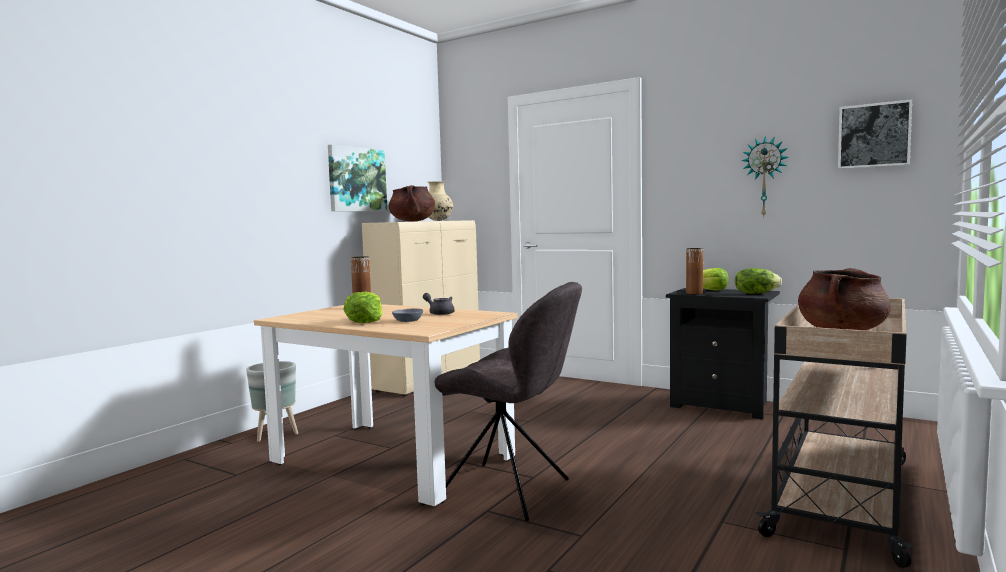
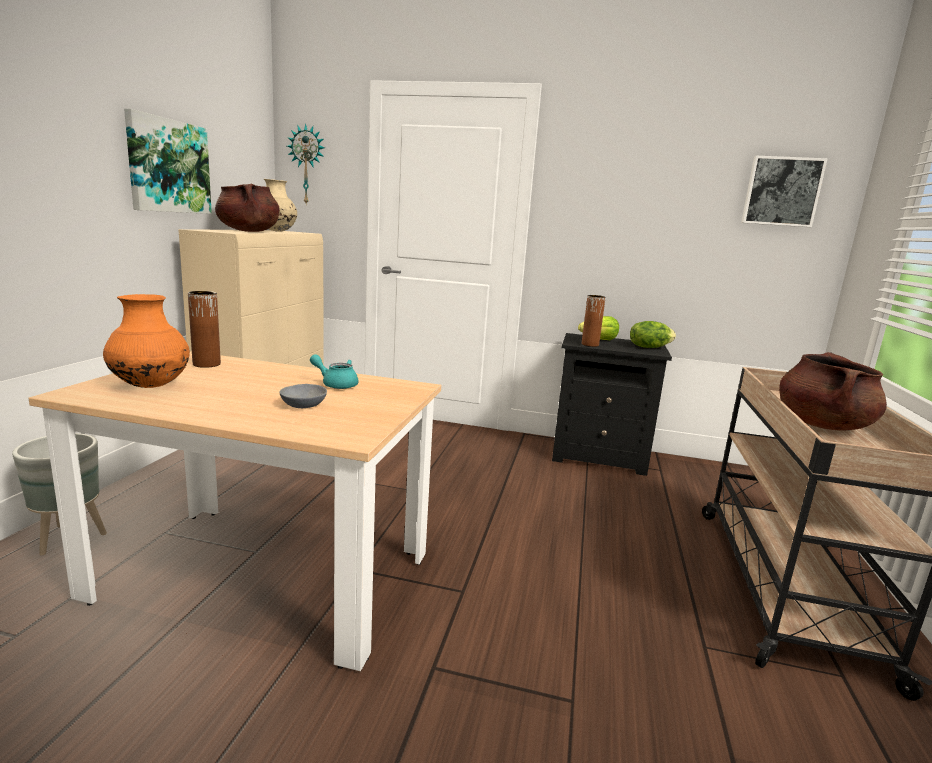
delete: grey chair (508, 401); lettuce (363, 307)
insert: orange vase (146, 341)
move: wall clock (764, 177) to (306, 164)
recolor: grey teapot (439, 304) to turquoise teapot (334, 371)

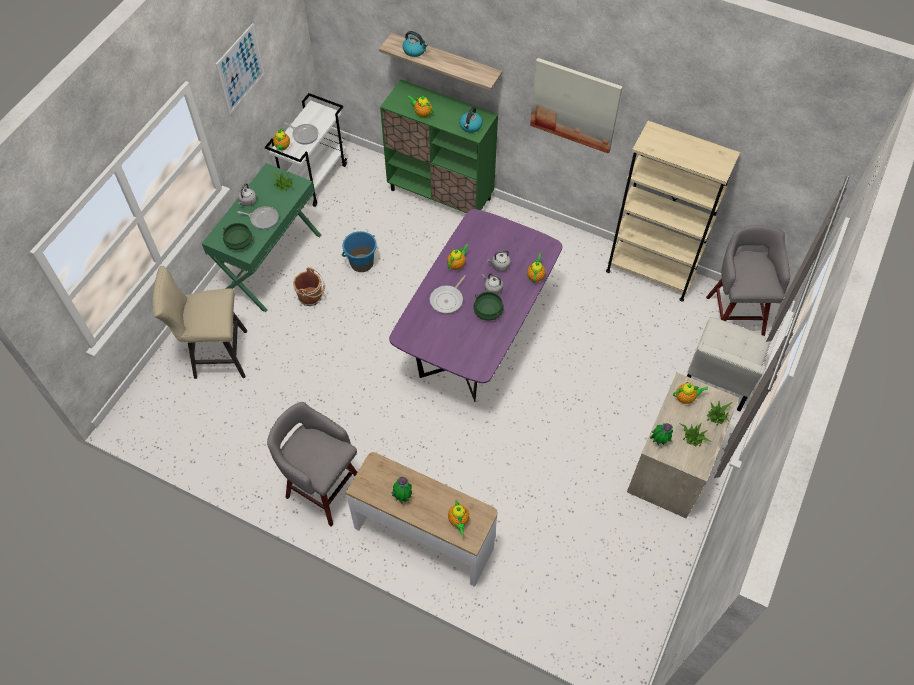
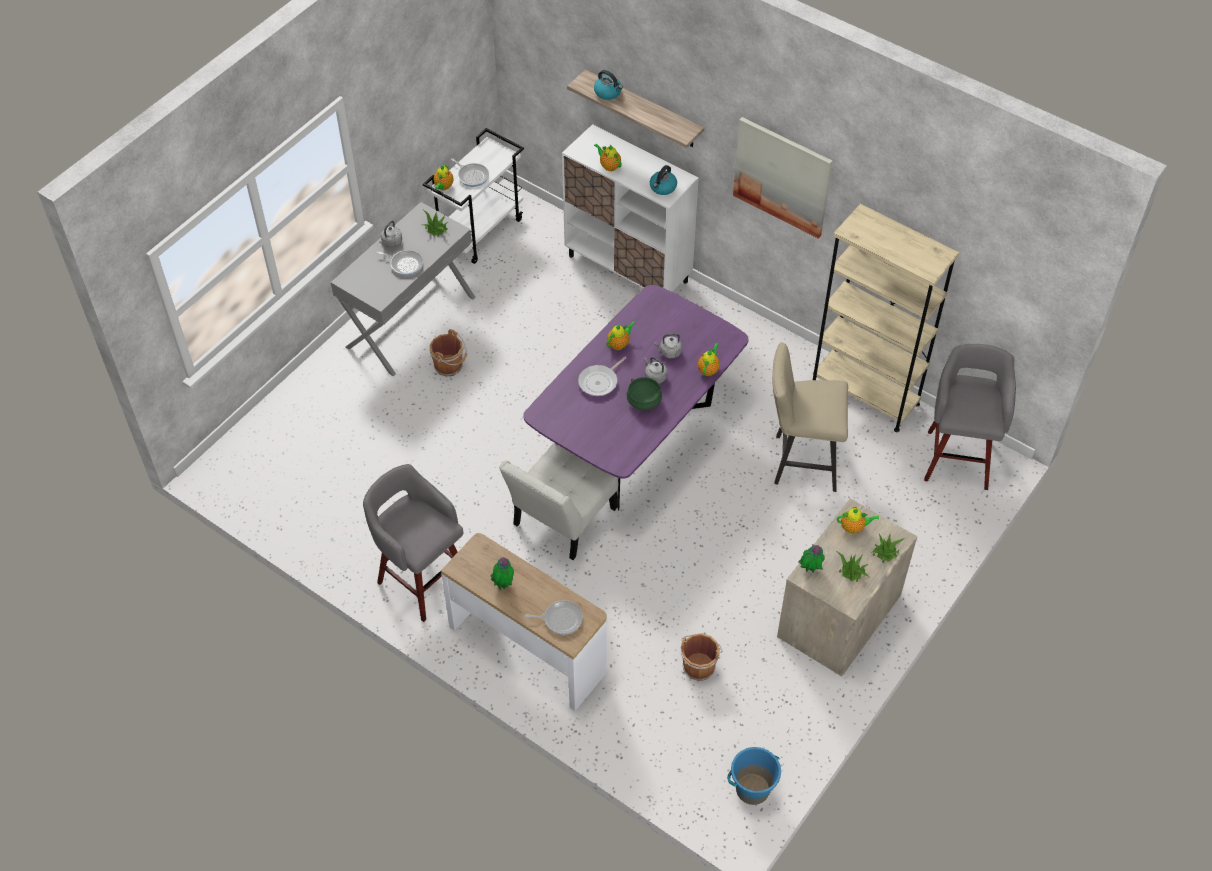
delete: picture (240, 68); green cooking pot (238, 236)
insert: brown bucket (701, 657)
move: blue bucket (359, 251) to (754, 776); beige stool (200, 322) to (810, 417); white chair (729, 364) to (558, 501)
replace: teapot (458, 517) to frying pan (553, 617)
recolor: green cabinet (439, 146) to white cabinet (630, 208); green console table (261, 237) to grey console table (403, 289)

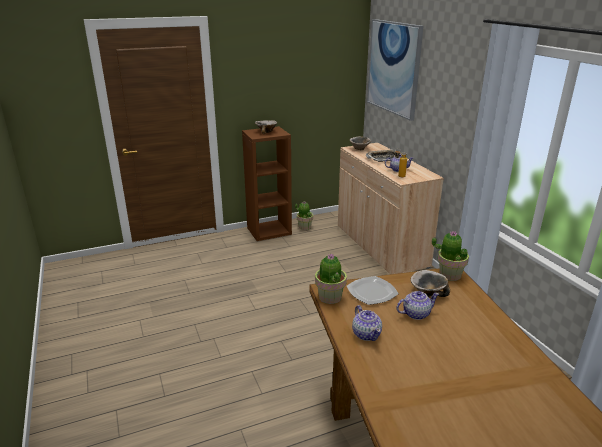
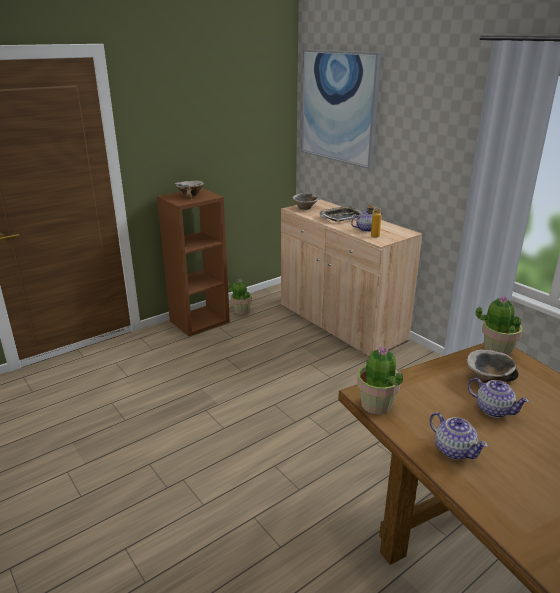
delete: plate (373, 290)
rotate: teapot (417, 305) = (499, 398) 75 degrees clockwise

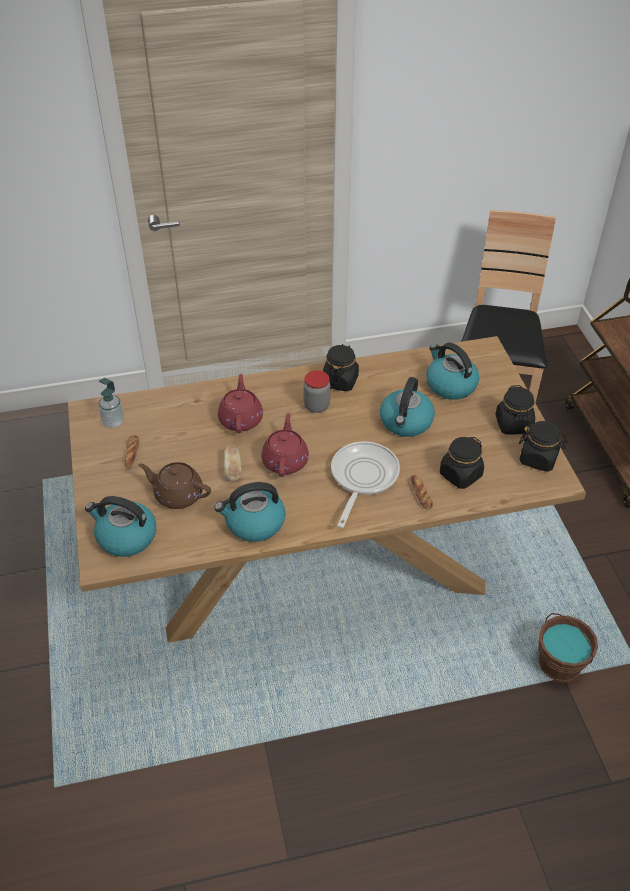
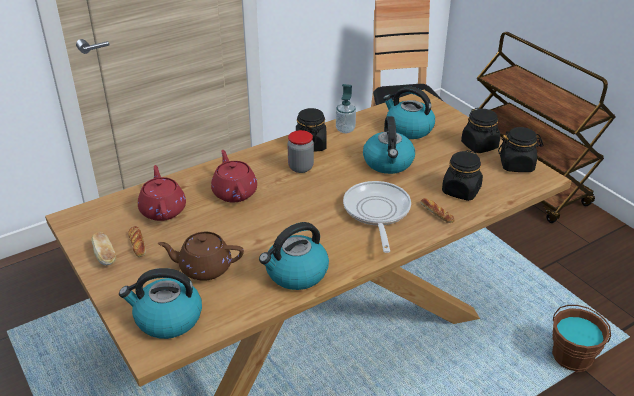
move: soap dispenser (111, 403) to (346, 108); red teapot (285, 445) to (162, 193); bread (233, 463) to (103, 248)

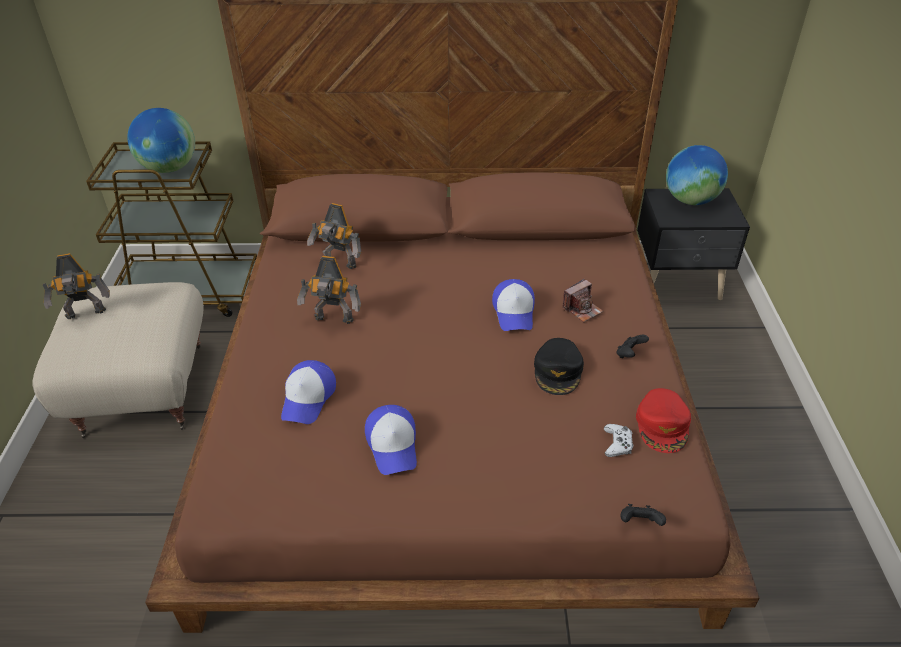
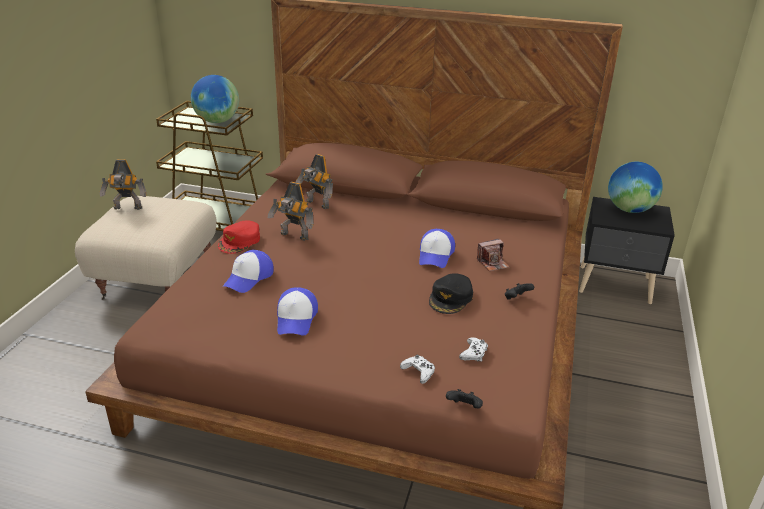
insert: white game controller (417, 369)
move: red cap (663, 420) to (239, 237)

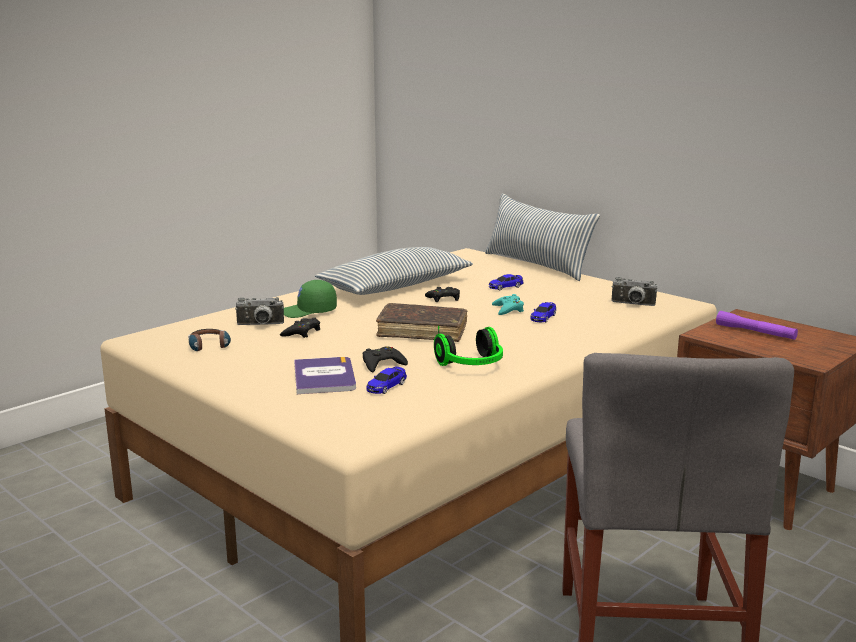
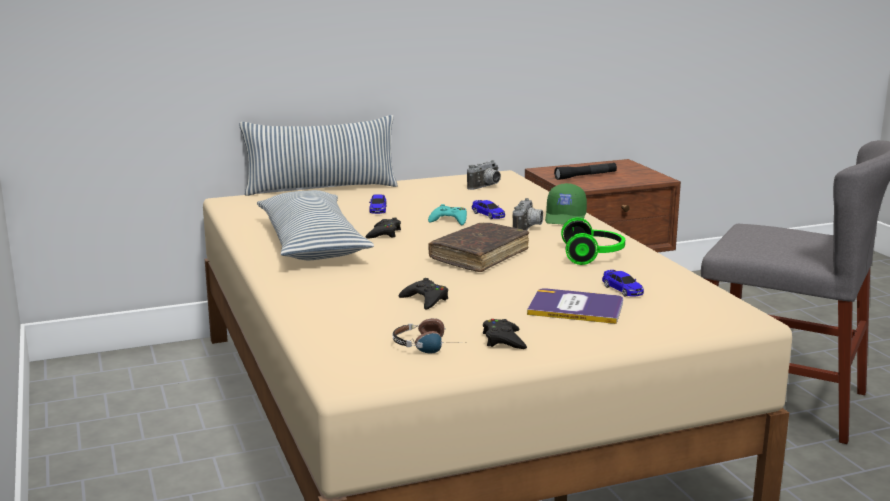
move: green cap (310, 299) to (566, 204); photo camera (259, 311) to (528, 214); black game controller (385, 359) to (505, 334)
recolor: purple flashlight (757, 325) to black flashlight (585, 171)

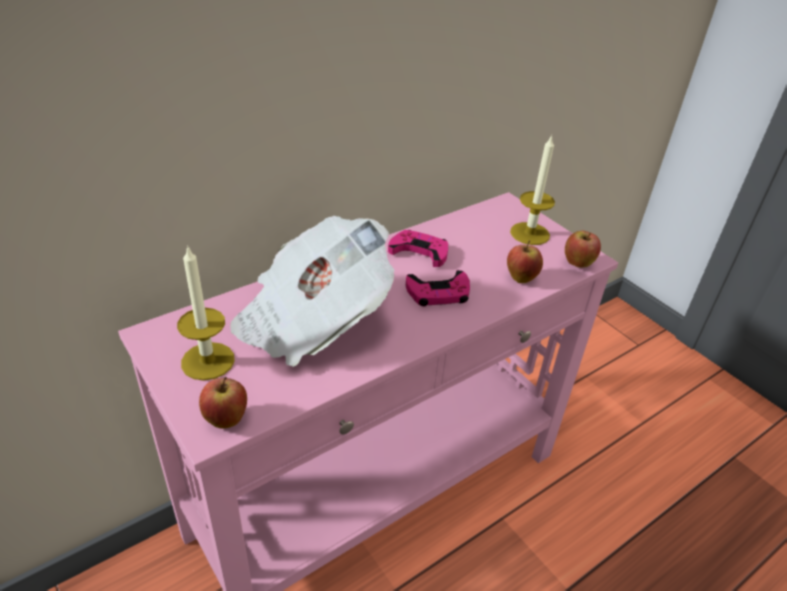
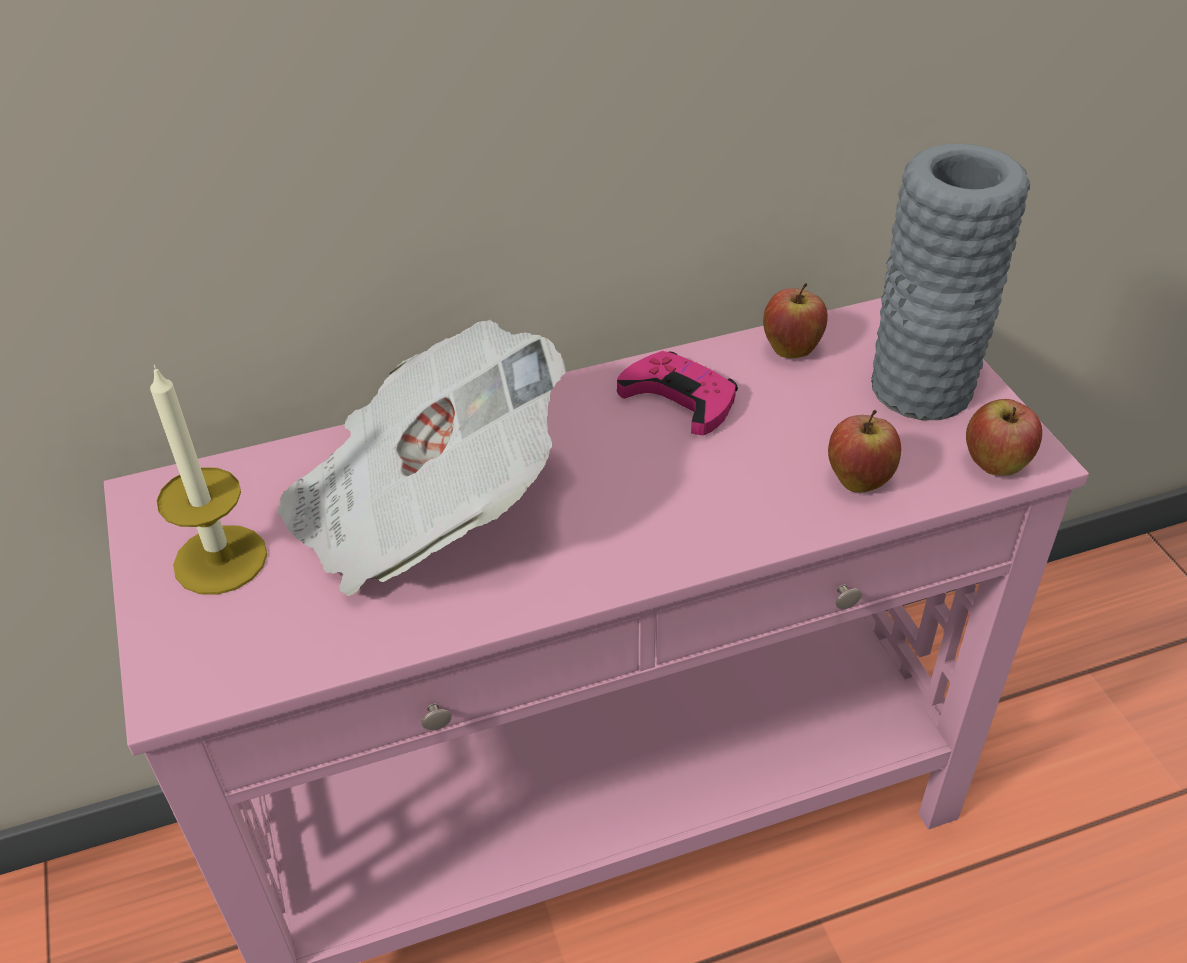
delete: pink game controller (438, 288)
move: apple (223, 403) to (795, 320)
replace: candle (532, 190) to grey vase (950, 282)

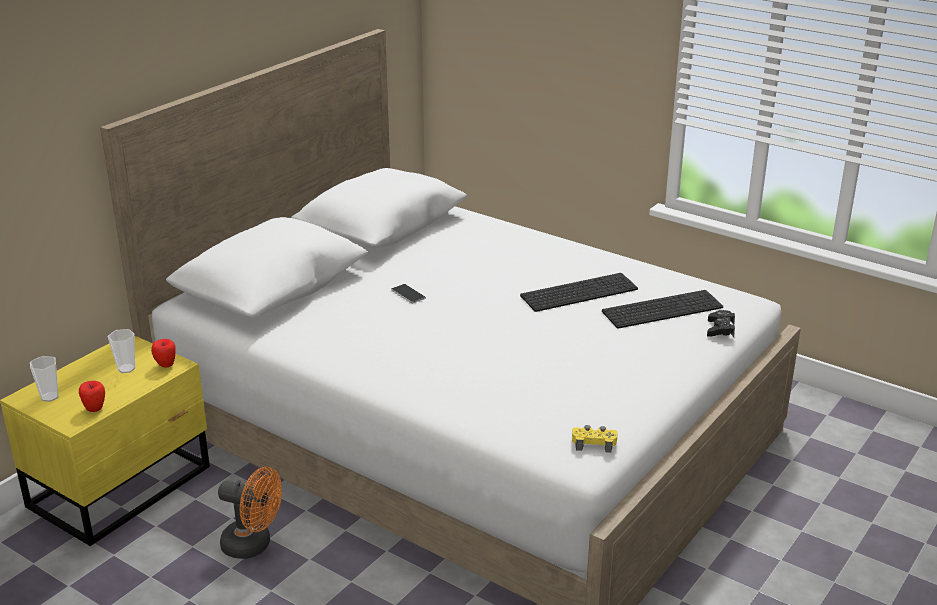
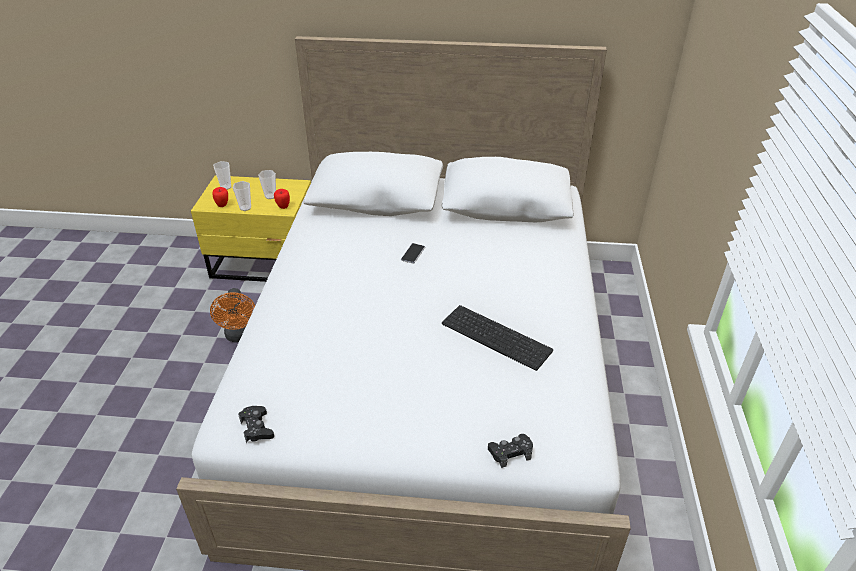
delete: keyboard (662, 309)
insert: cup (242, 196)
recolor: yellow game controller (595, 439) to black game controller (256, 424)

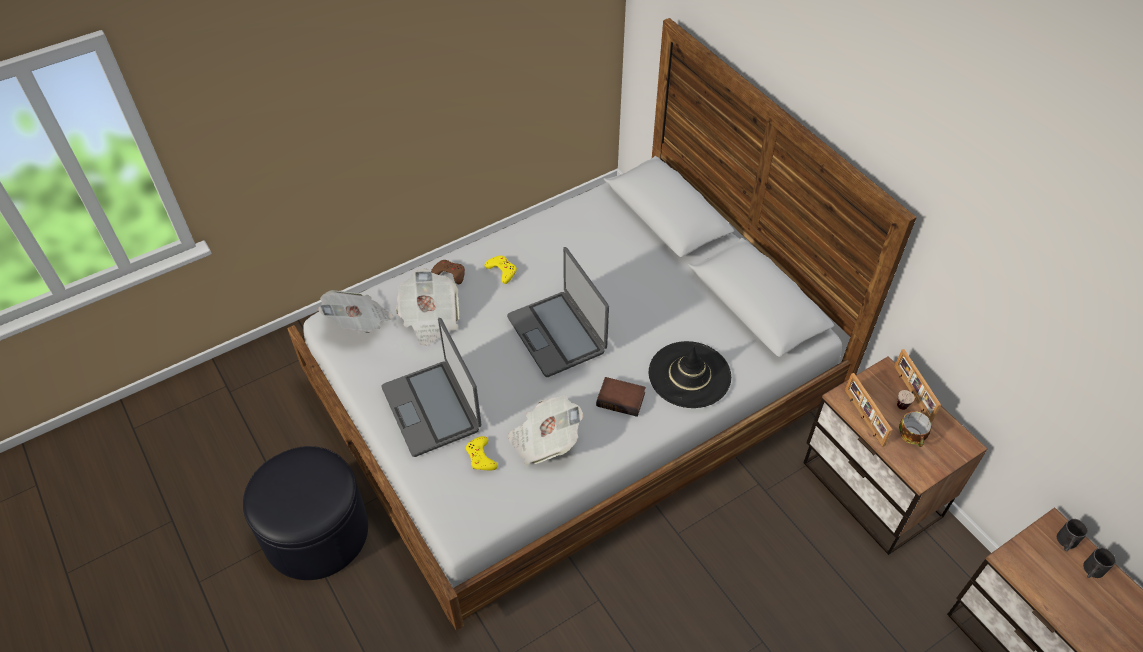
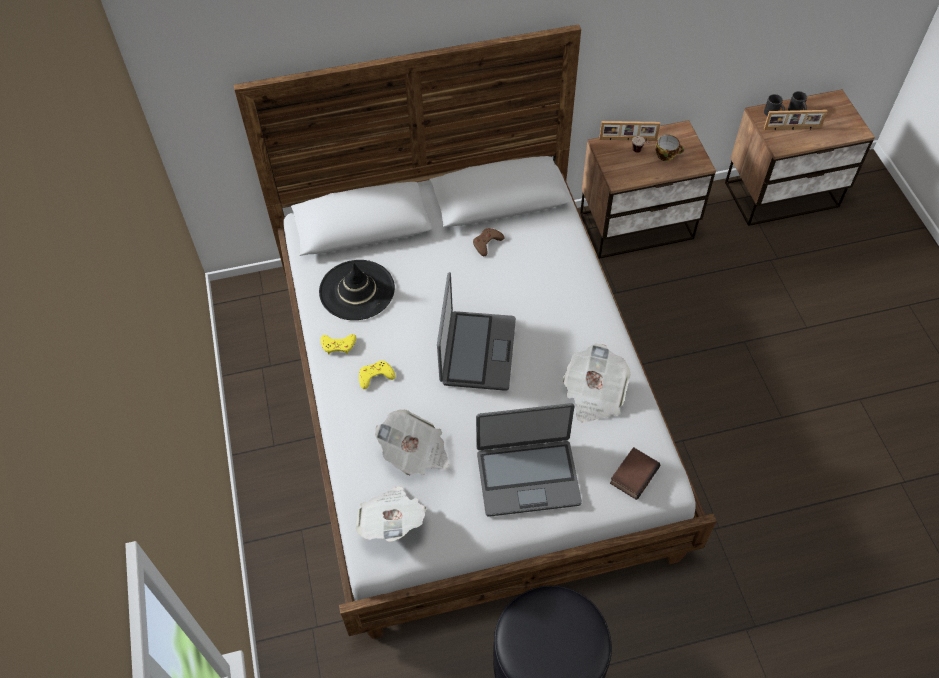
move: brown game controller (448, 272) to (488, 242); black hat (690, 374) to (357, 290); picture frame (868, 410) to (796, 120); book (621, 397) to (635, 473); yellow game controller (482, 453) to (338, 344)
rotate: laptop (558, 312) = (476, 331) 75 degrees counterclockwise

